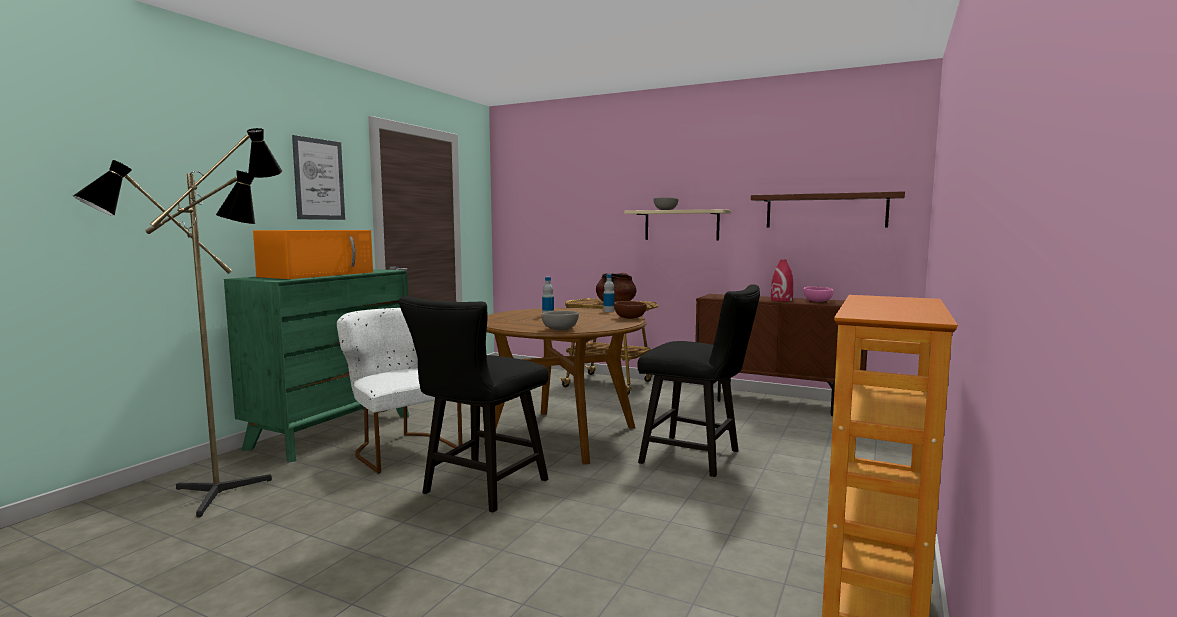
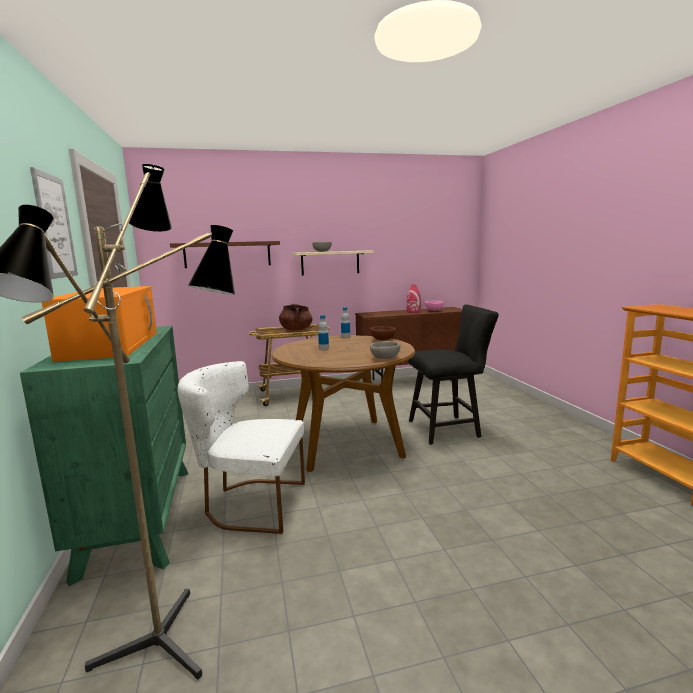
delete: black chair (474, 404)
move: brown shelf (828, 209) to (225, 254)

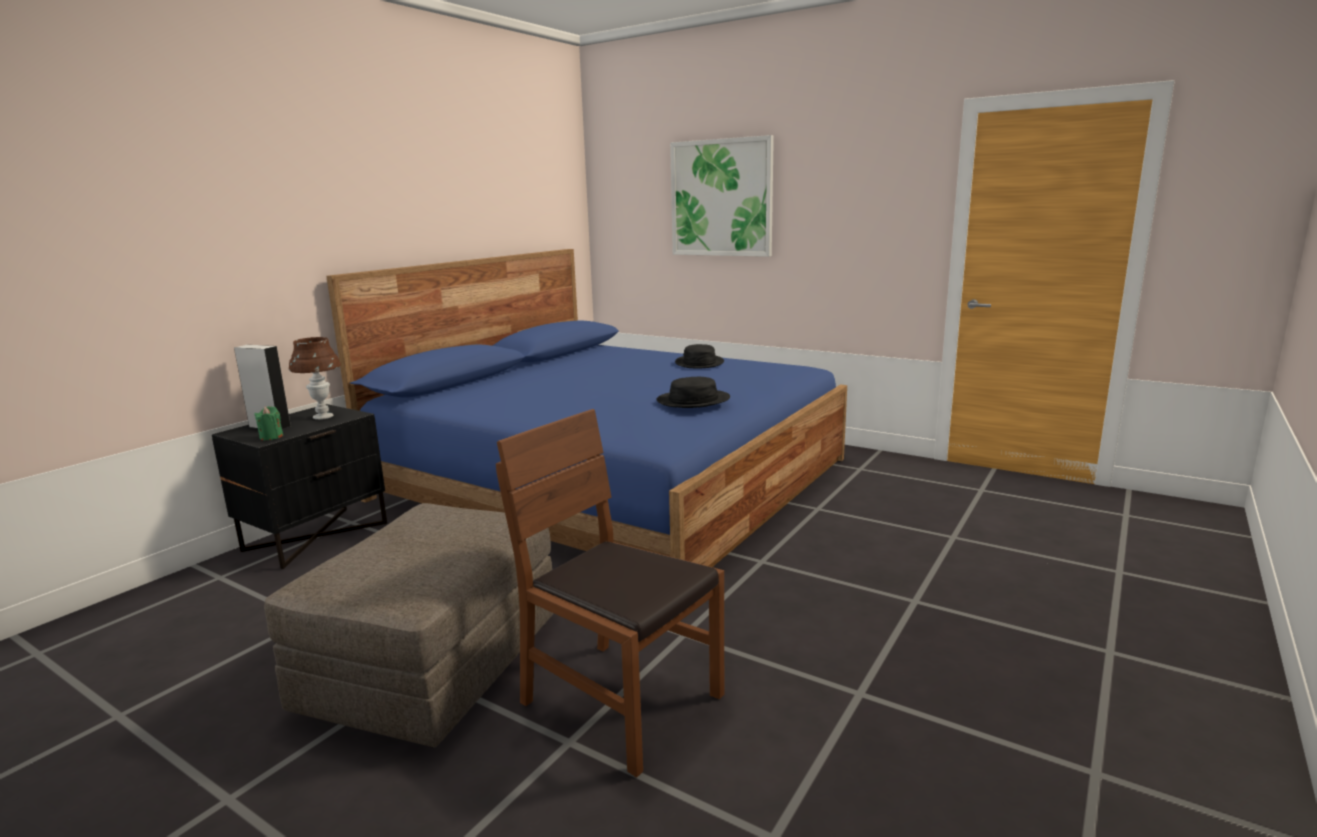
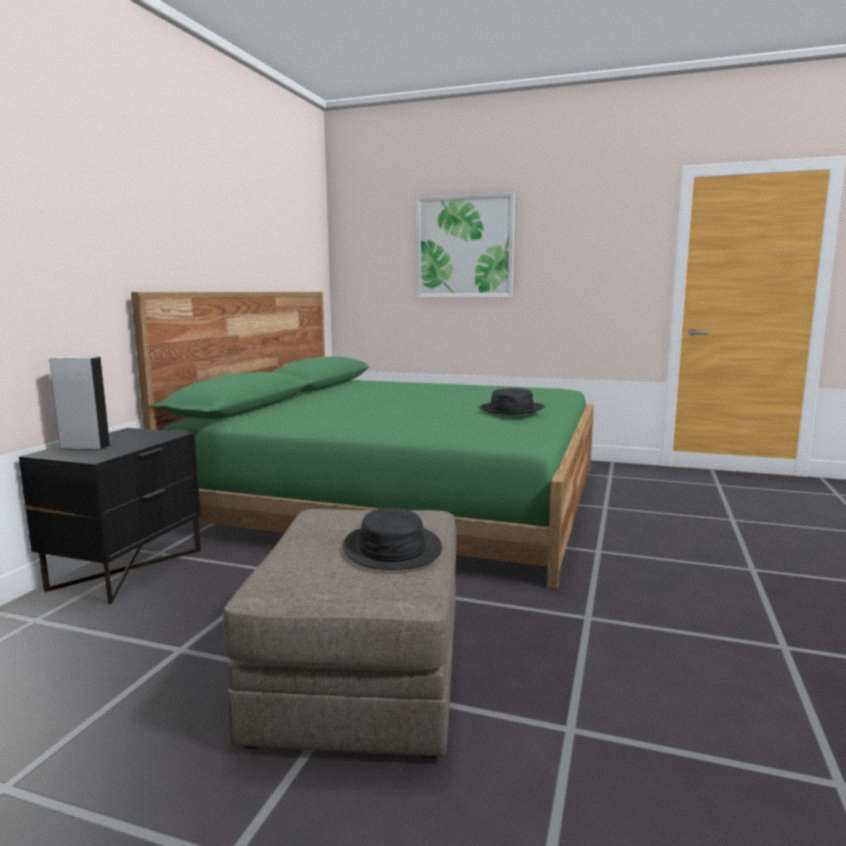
delete: brown table lamp (315, 378); green candle (268, 423); brown chair (610, 593)
move: black hat (699, 356) to (392, 539)
recolor: blue bed (586, 408) to green bed (362, 440)

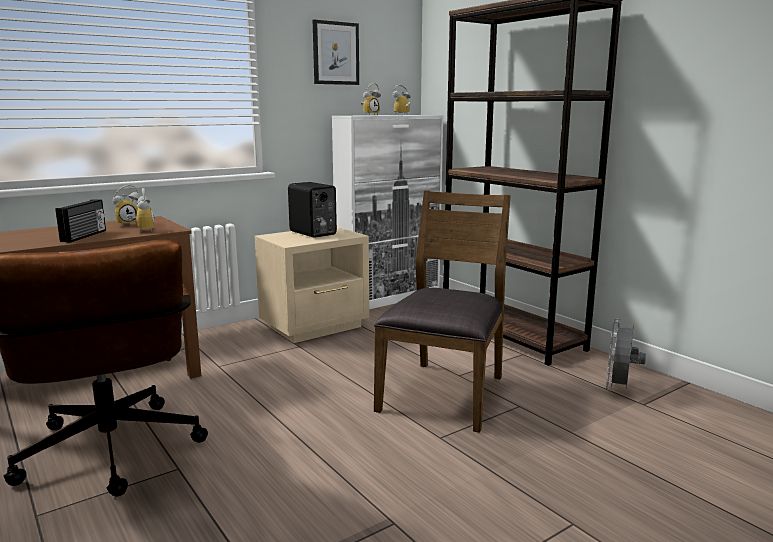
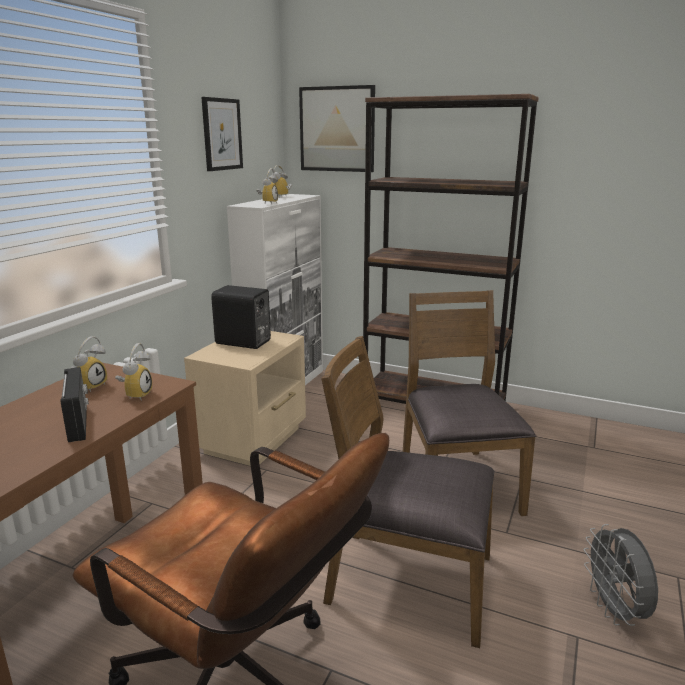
insert: picture (337, 128); brown chair (407, 492)
move: grey fan (626, 355) to (621, 575)
rotate: alarm clock (140, 210) = (133, 372) 60 degrees clockwise

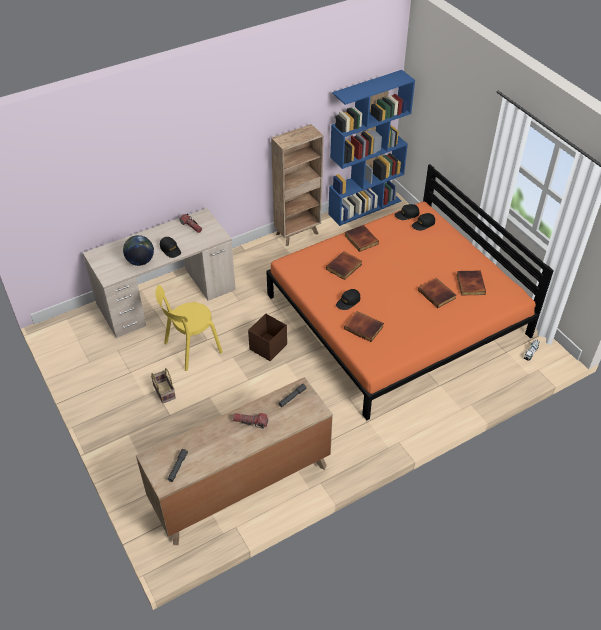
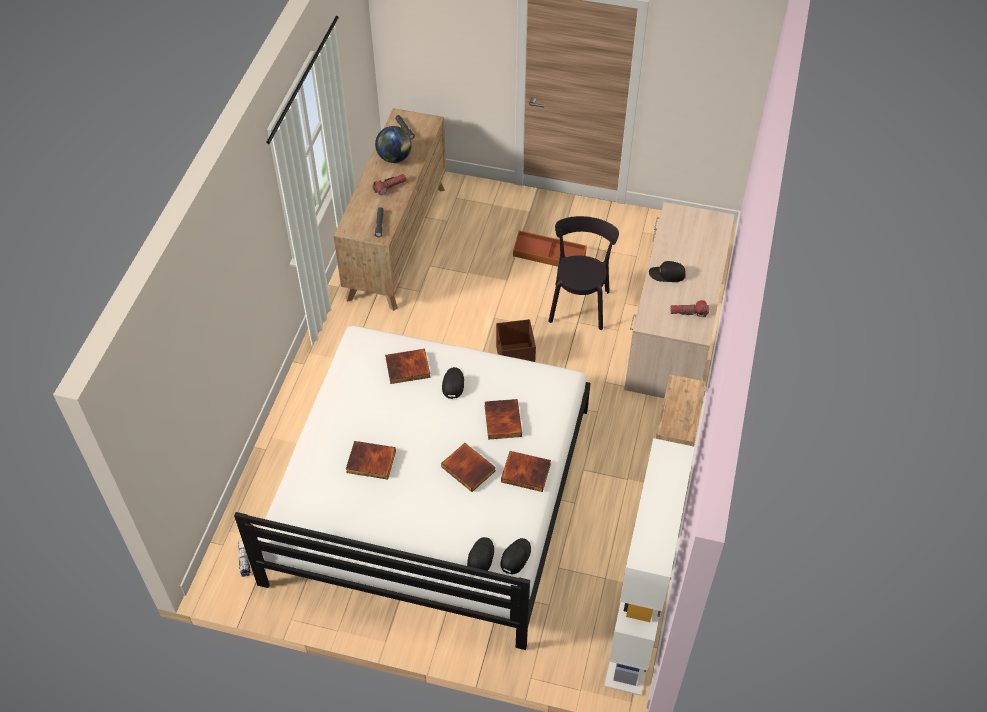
move: globe (138, 250) to (393, 144); book (471, 282) to (468, 467)
replace: basket (163, 386) to brown storage box (550, 248)
recolor: blue bookcase (371, 148) to white bookcase (649, 567); orange bed (410, 292) to white bed (412, 488); yellow chair (189, 328) to black chair (583, 273)

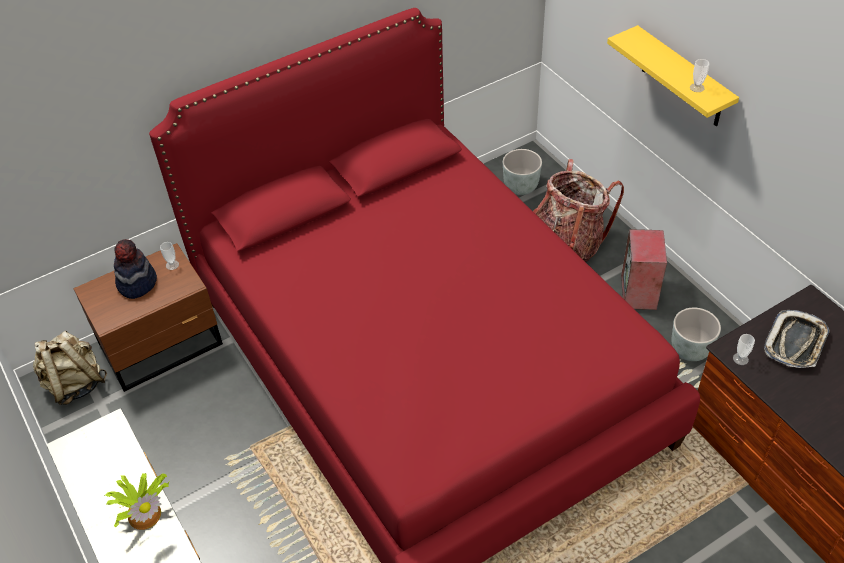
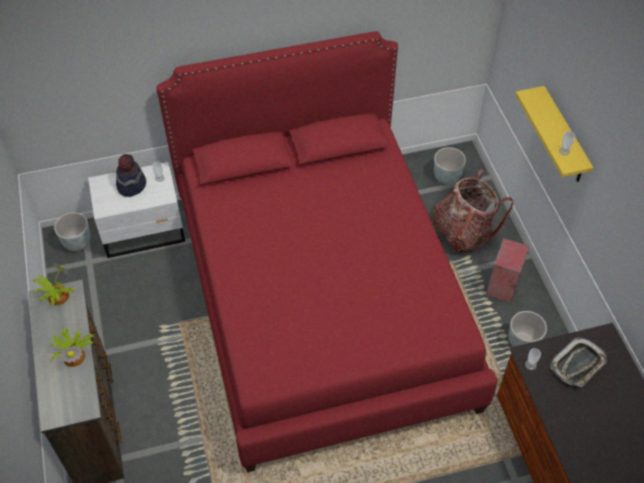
insert: potted plant (54, 283)
replace: beige backpack (70, 367) to grey planter (72, 231)
recolor: brown nightstand (148, 317) to white nightstand (136, 210)

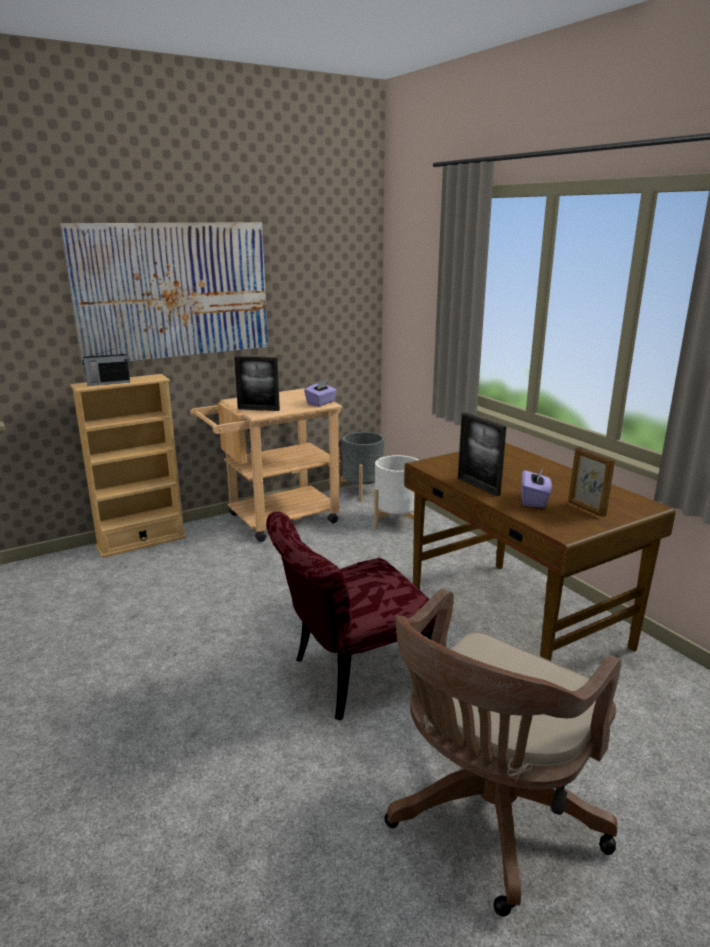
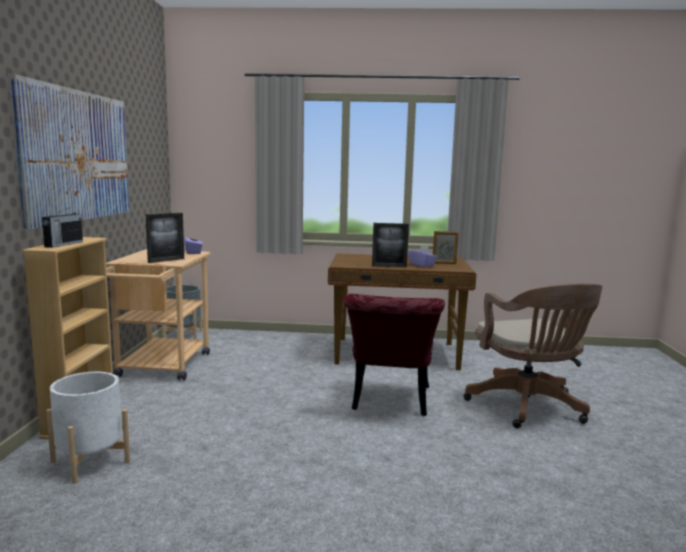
move: white planter (396, 493) to (88, 428)

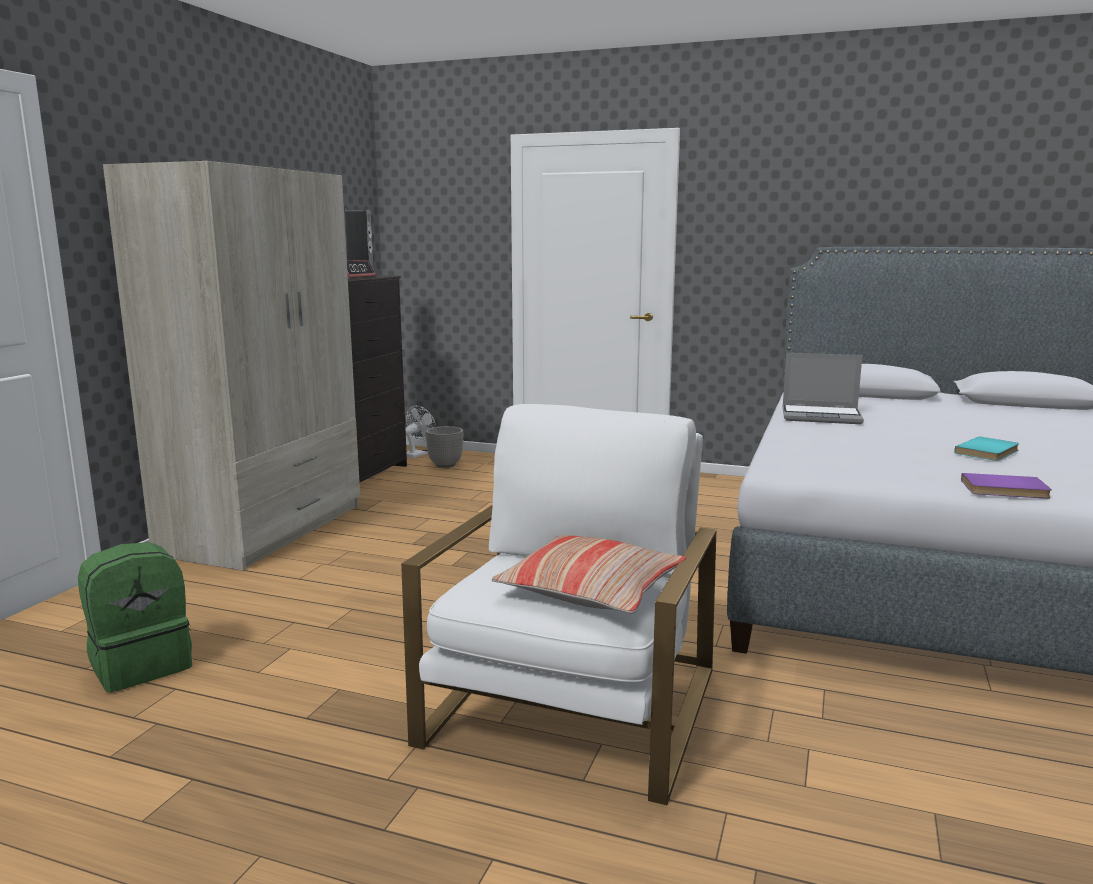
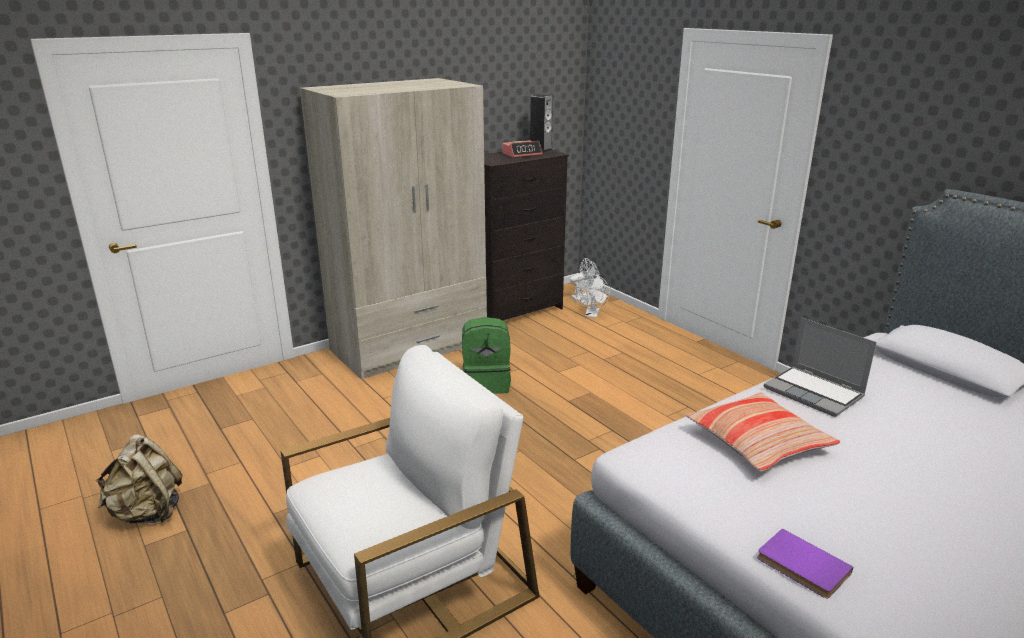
delete: turquoise book (986, 448)
insert: beige backpack (138, 478)
move: pillow (588, 574) to (763, 432); green backpack (135, 617) to (486, 355)
replace: planter (444, 447) to white fan (592, 296)

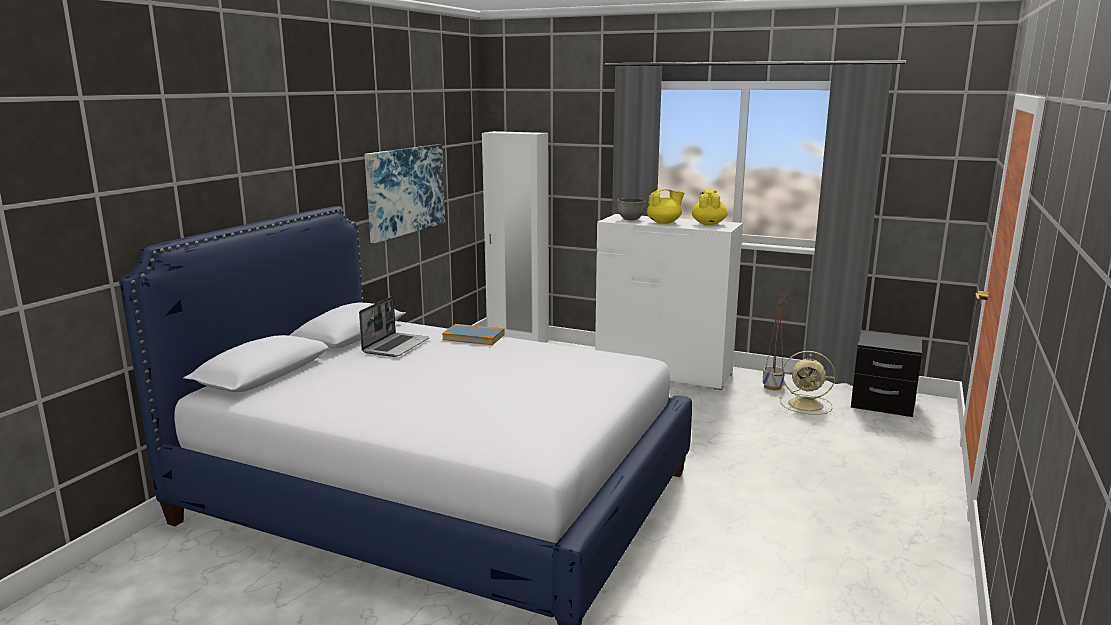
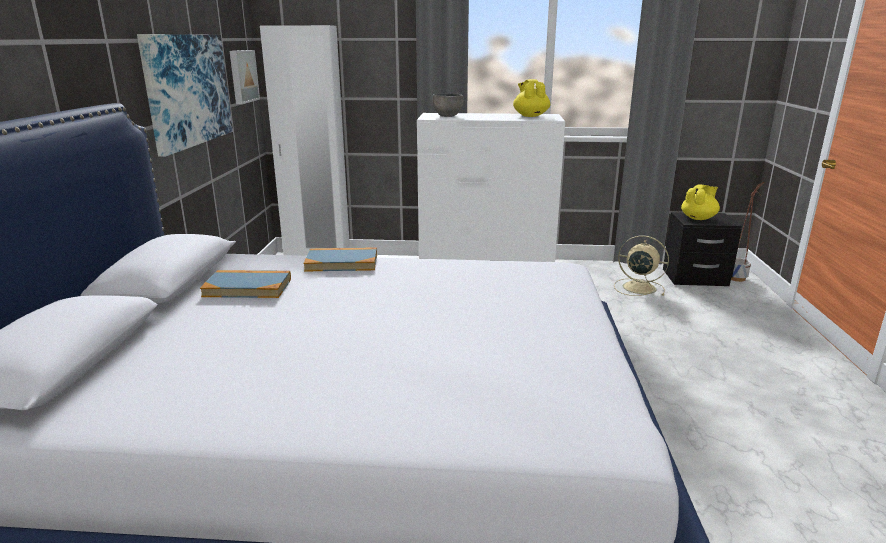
insert: picture (245, 77)
move: yellow teapot (665, 206) to (700, 202); planter (775, 340) to (747, 232)
replace: laptop (394, 326) to book (245, 284)
rotate: beige fan (807, 383) = (641, 265) 150 degrees counterclockwise

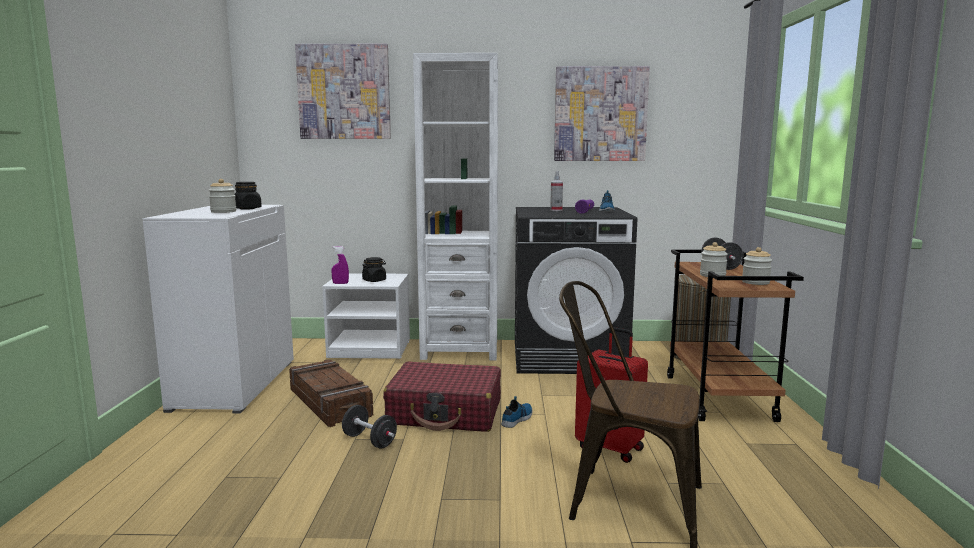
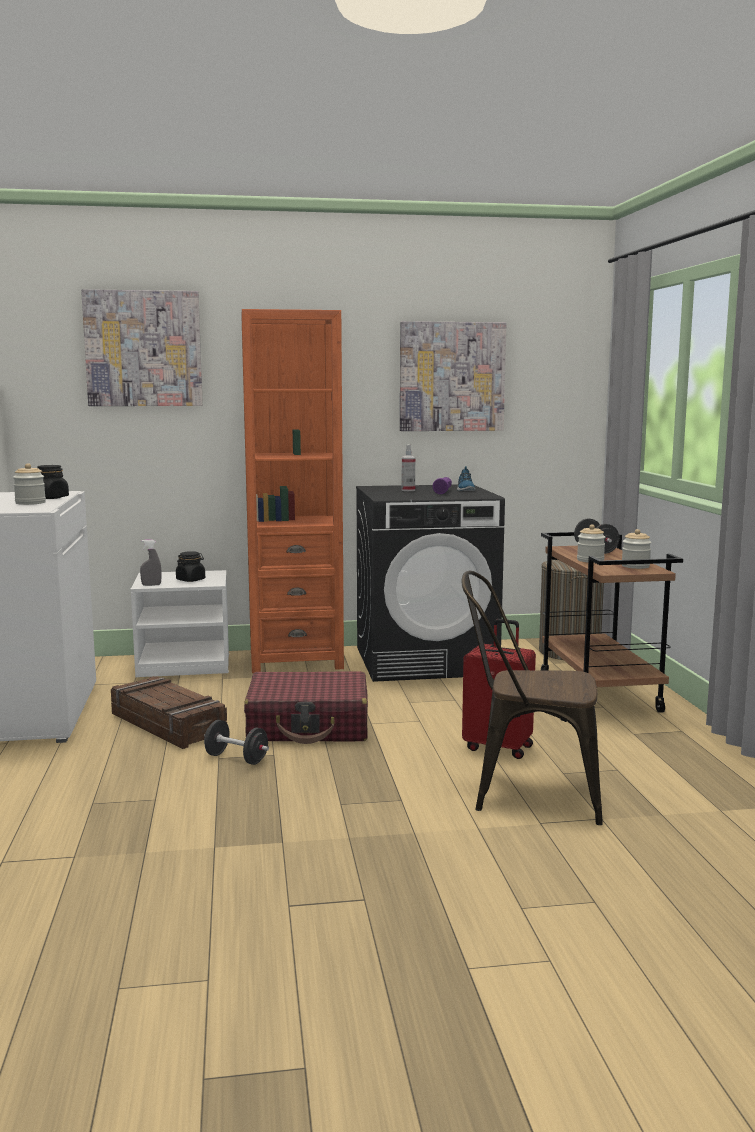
delete: shoe (517, 412)
recolor: white bookcase (455, 206) to orange bookcase (292, 491); purple spray bottle (340, 265) to grey spray bottle (151, 562)

